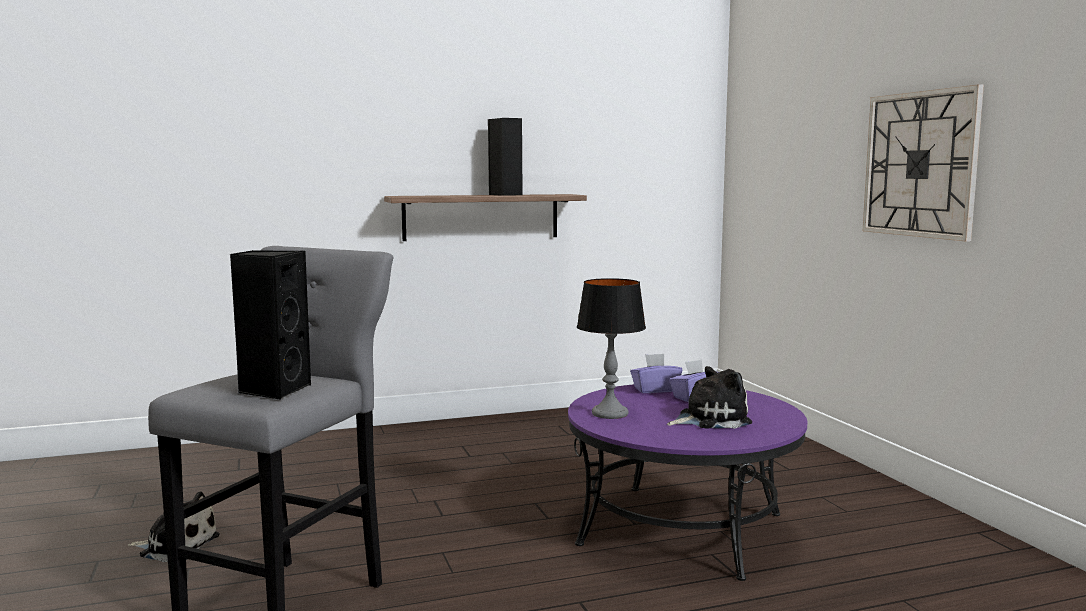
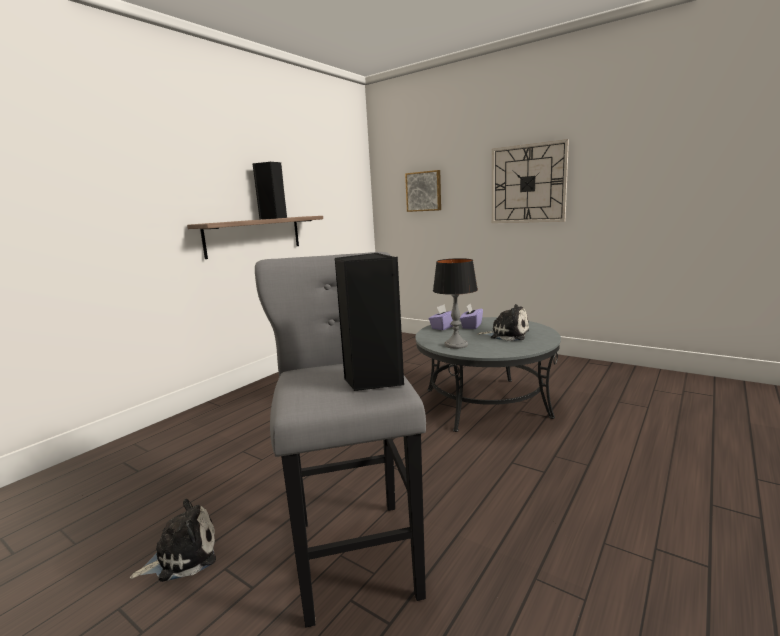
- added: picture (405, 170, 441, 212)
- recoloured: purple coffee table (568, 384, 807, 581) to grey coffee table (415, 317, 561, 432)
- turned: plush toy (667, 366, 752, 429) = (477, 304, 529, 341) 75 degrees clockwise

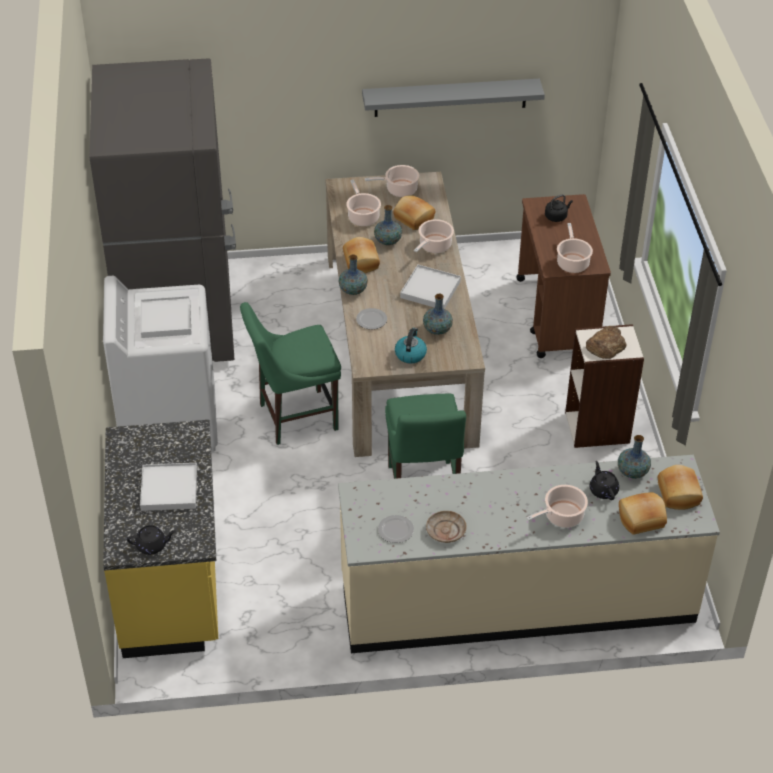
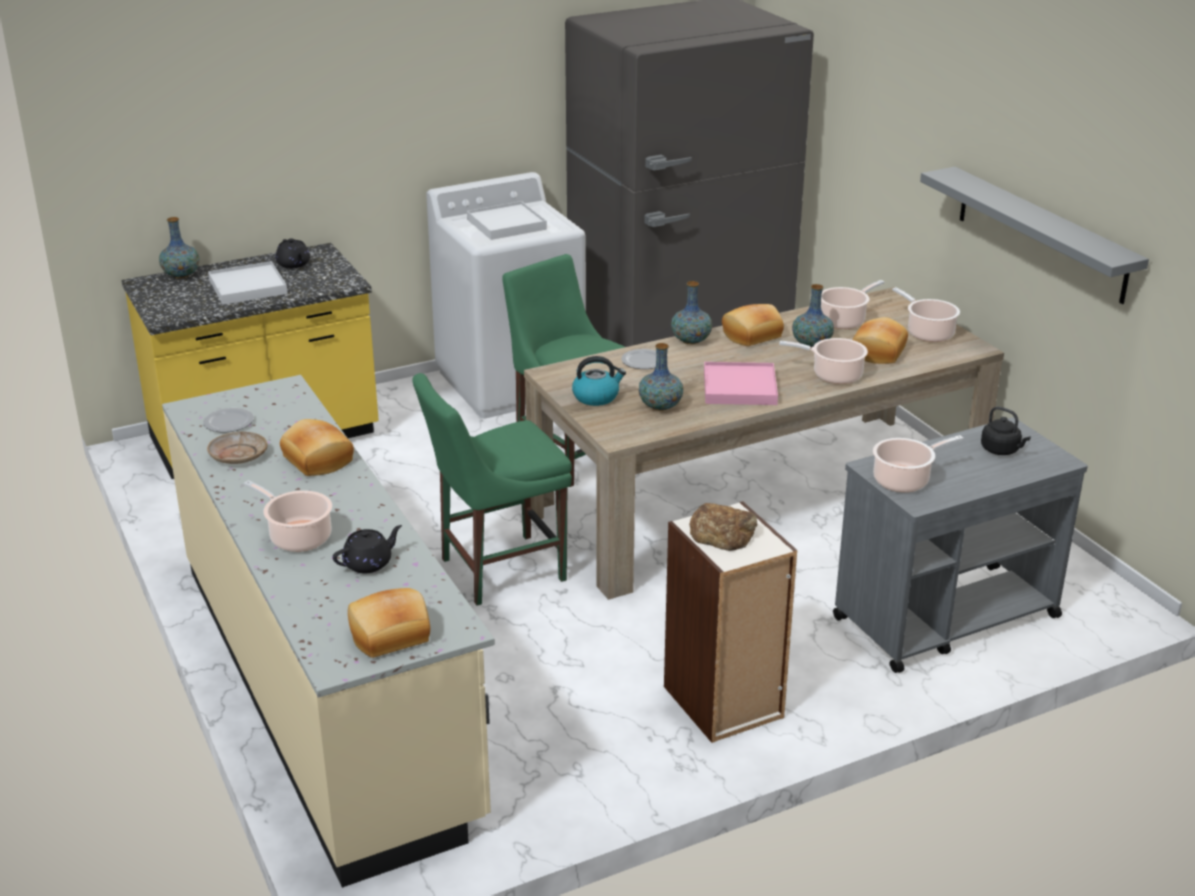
- moved: black teapot (127, 525, 176, 555) to (275, 238, 310, 269)
- moved: vase (618, 435, 651, 479) to (159, 217, 199, 278)
- moved: bread (619, 492, 667, 535) to (280, 419, 354, 476)
- recoloured: white tray (400, 265, 461, 309) to pink tray (704, 362, 778, 405)
- recoloured: brown cart (516, 194, 611, 358) to grey cart (833, 417, 1088, 673)

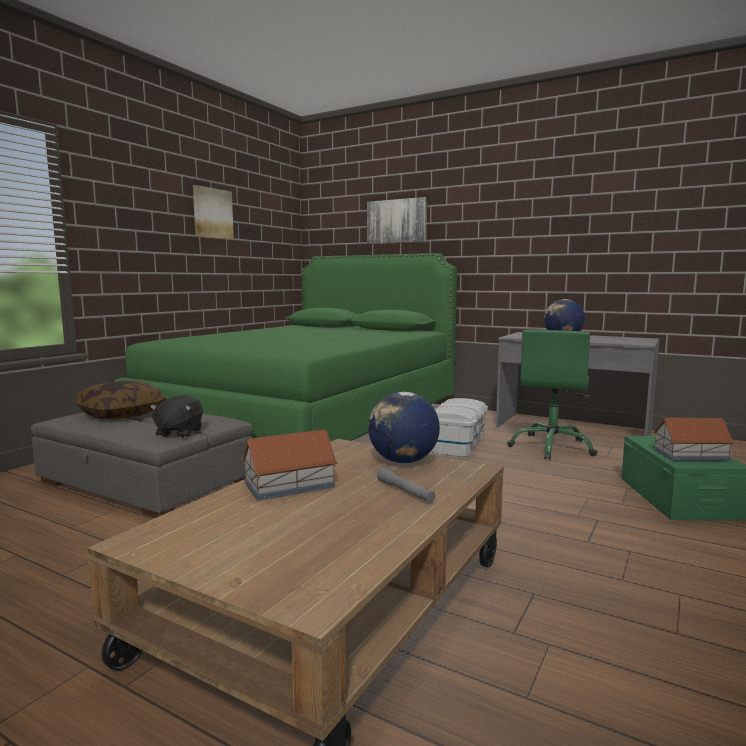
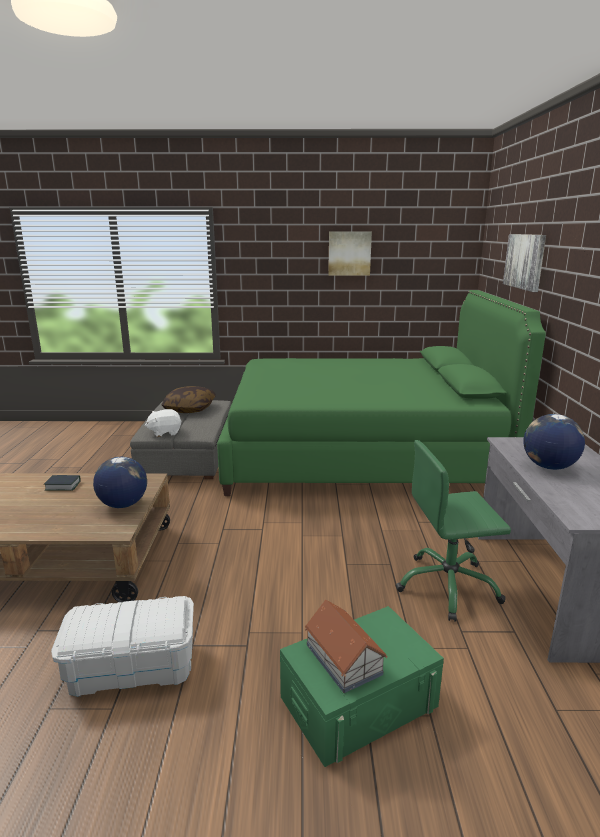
- removed: grey flashlight (377, 468, 436, 503)
- moved: white storage box (431, 398, 488, 457) to (51, 596, 194, 697)
- replaced: toy house (241, 429, 338, 501) to book (44, 475, 81, 491)
- recoloured: black plush toy (150, 395, 203, 438) to white plush toy (145, 409, 182, 437)

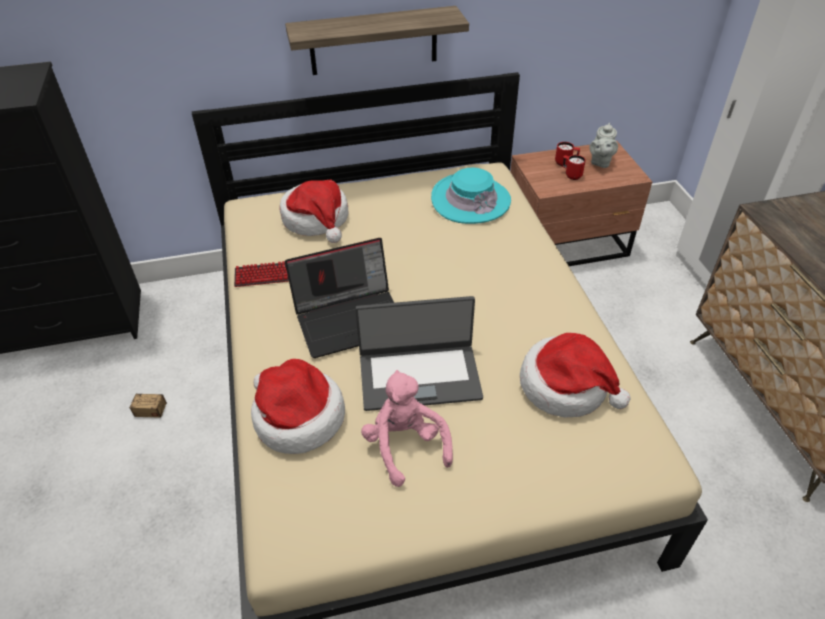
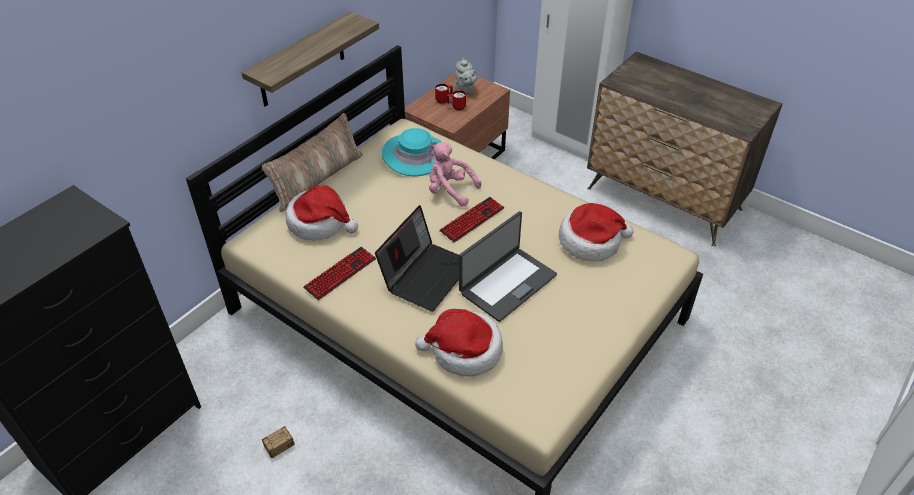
- added: pillow (262, 113, 362, 212)
- added: keyboard (439, 197, 504, 243)
- moved: pink plush toy (361, 370, 453, 487) to (429, 142, 481, 207)

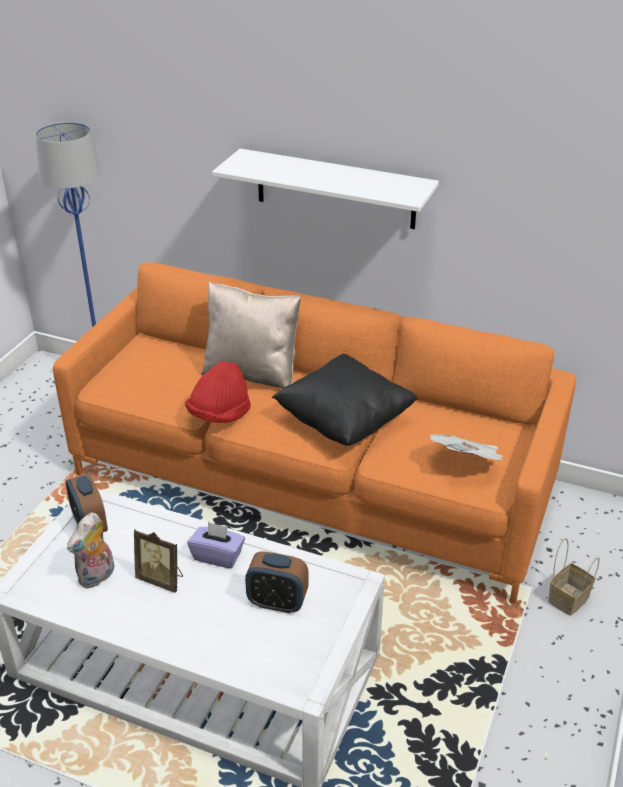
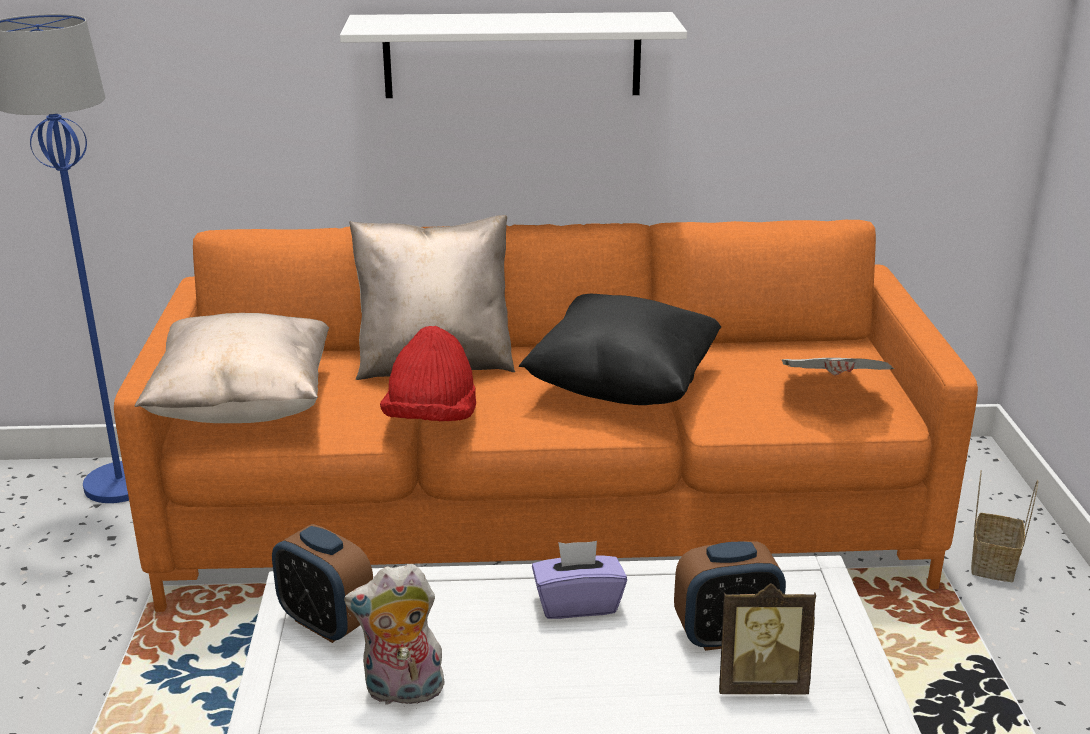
- added: beige pillow (134, 313, 329, 423)
- moved: picture frame (134, 529, 183, 593) to (719, 583, 816, 695)
- turned: plush toy (67, 513, 115, 588) = (344, 564, 446, 709) 75 degrees clockwise

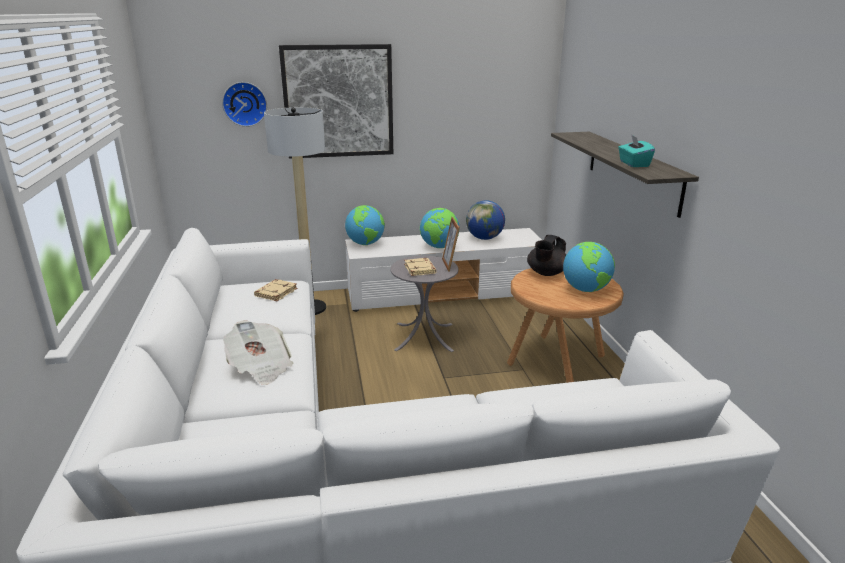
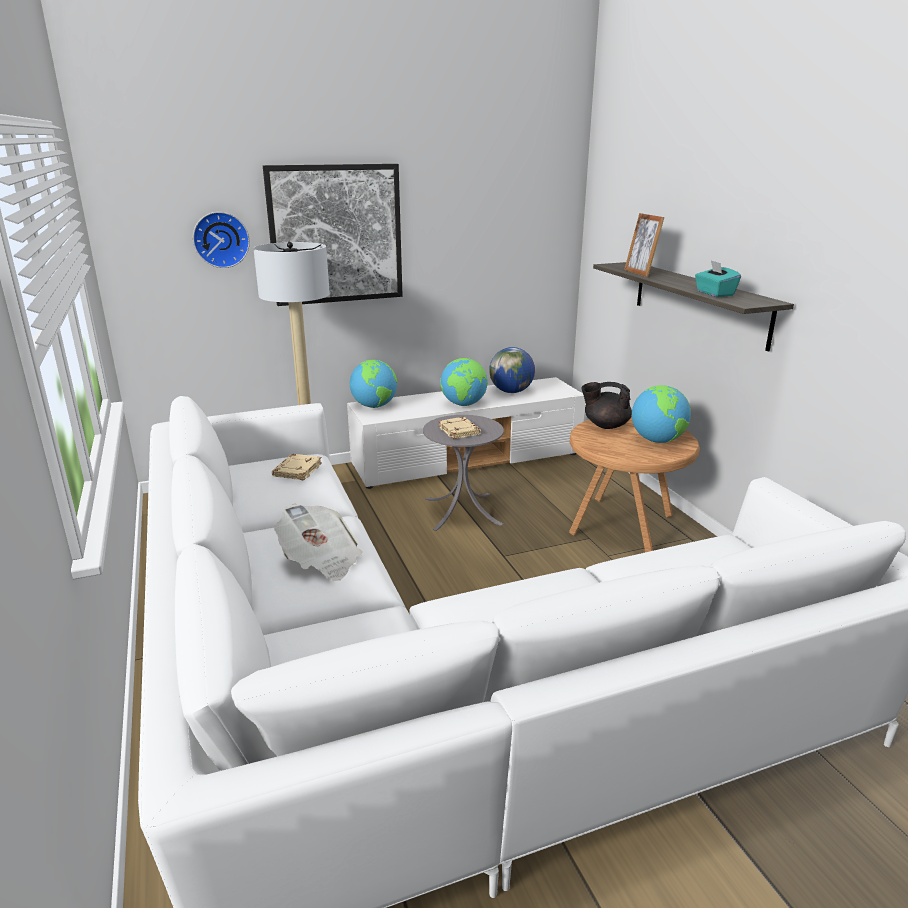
- moved: picture frame (442, 217, 460, 272) to (624, 213, 665, 277)
- turned: black teapot (527, 235, 566, 276) = (582, 382, 632, 429) 75 degrees clockwise

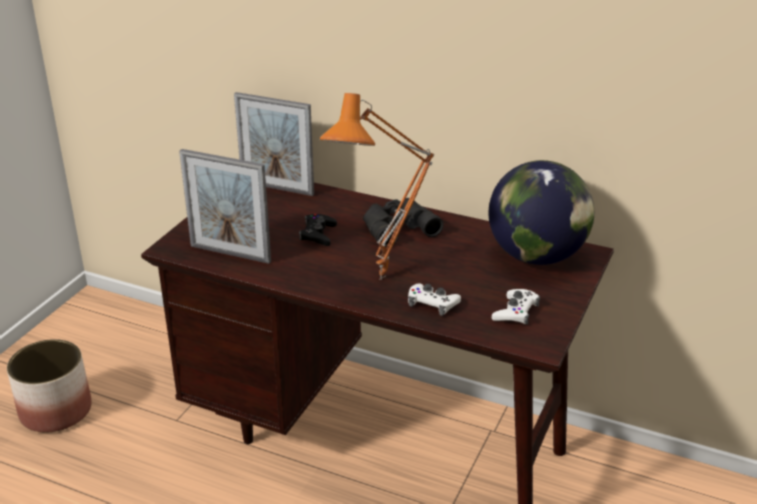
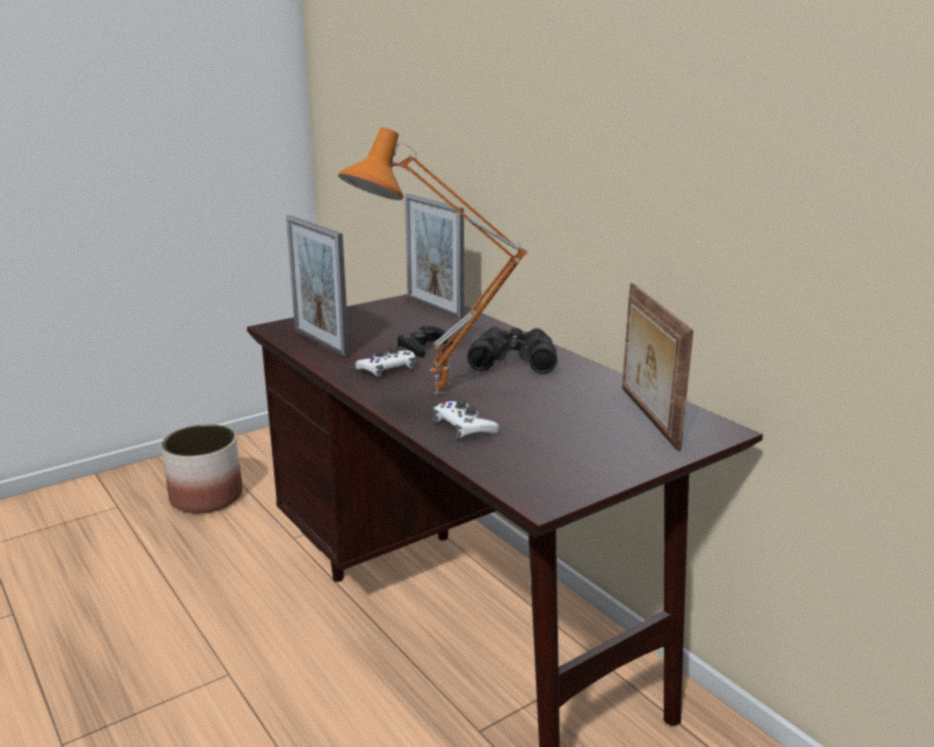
- moved: white game controller (492, 289, 540, 325) to (356, 347, 416, 378)
- replaced: globe (489, 160, 594, 265) to picture frame (622, 283, 694, 451)

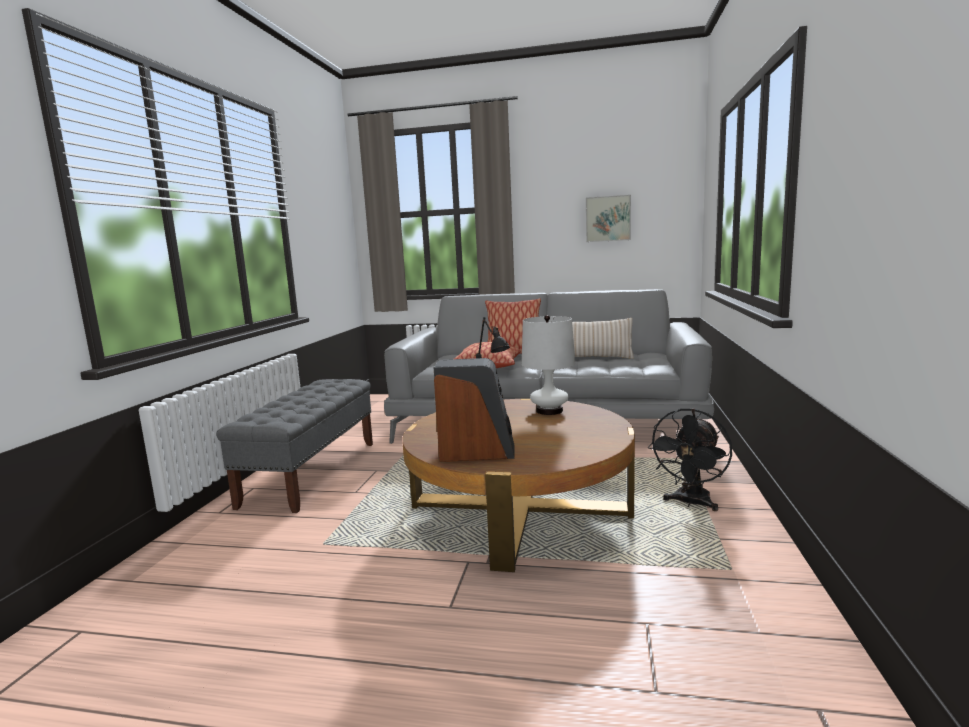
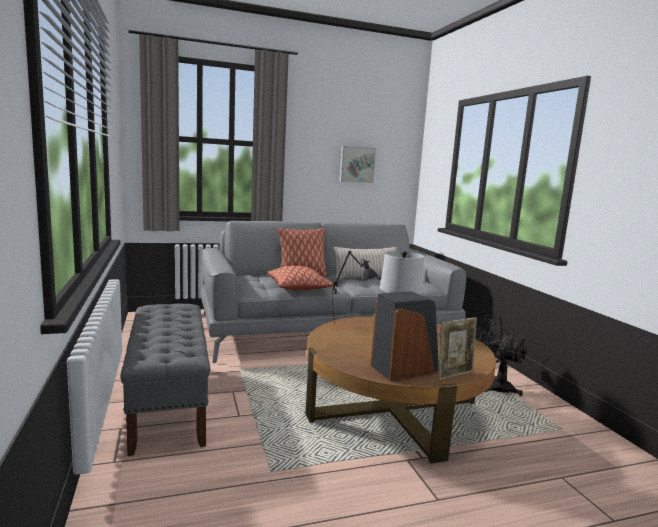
- added: picture frame (438, 317, 477, 380)
- turned: black fan (648, 408, 732, 511) = (476, 315, 528, 396) 120 degrees clockwise

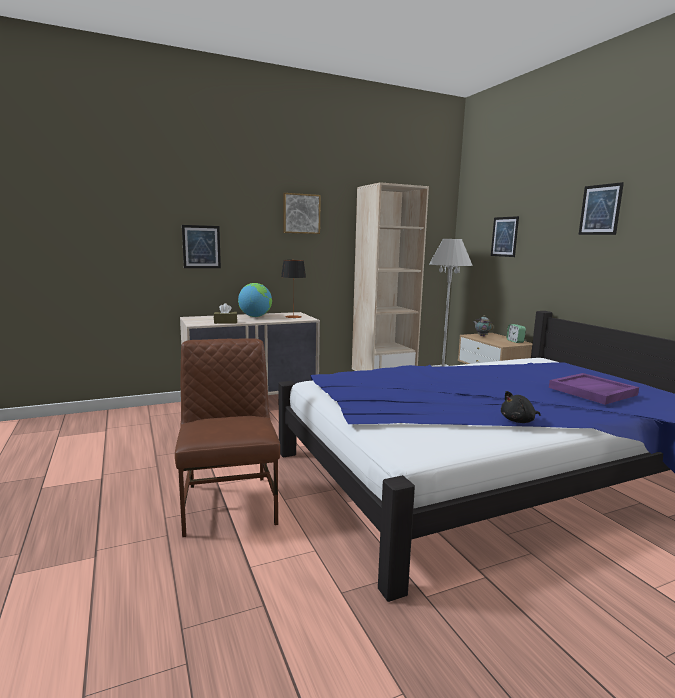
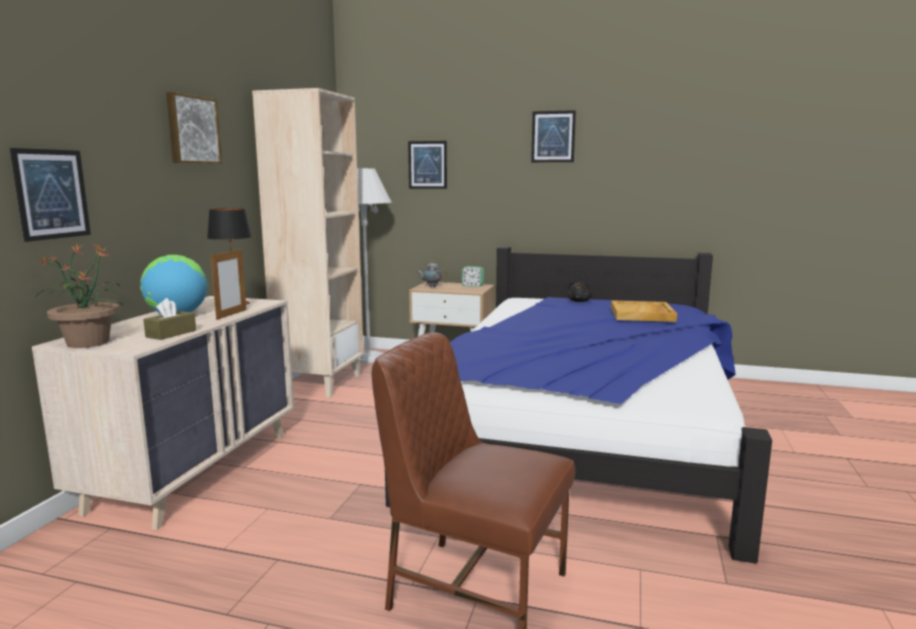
- added: potted plant (36, 243, 123, 348)
- added: picture frame (211, 249, 247, 320)
- moved: black plush toy (501, 391, 541, 423) to (568, 282, 592, 302)
- recoloured: purple tray (549, 373, 639, 405) to beige tray (611, 300, 677, 322)

